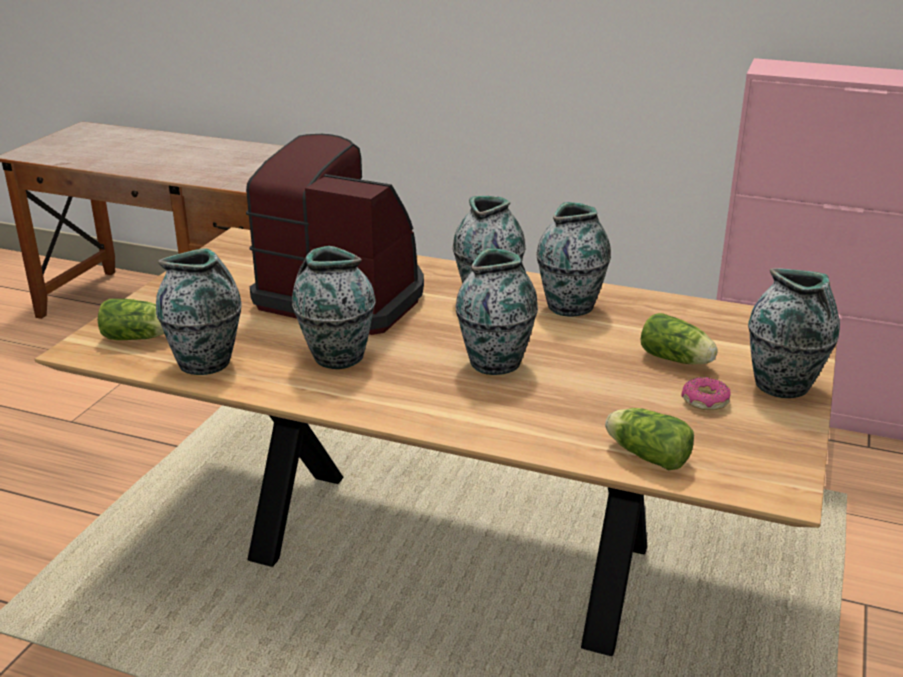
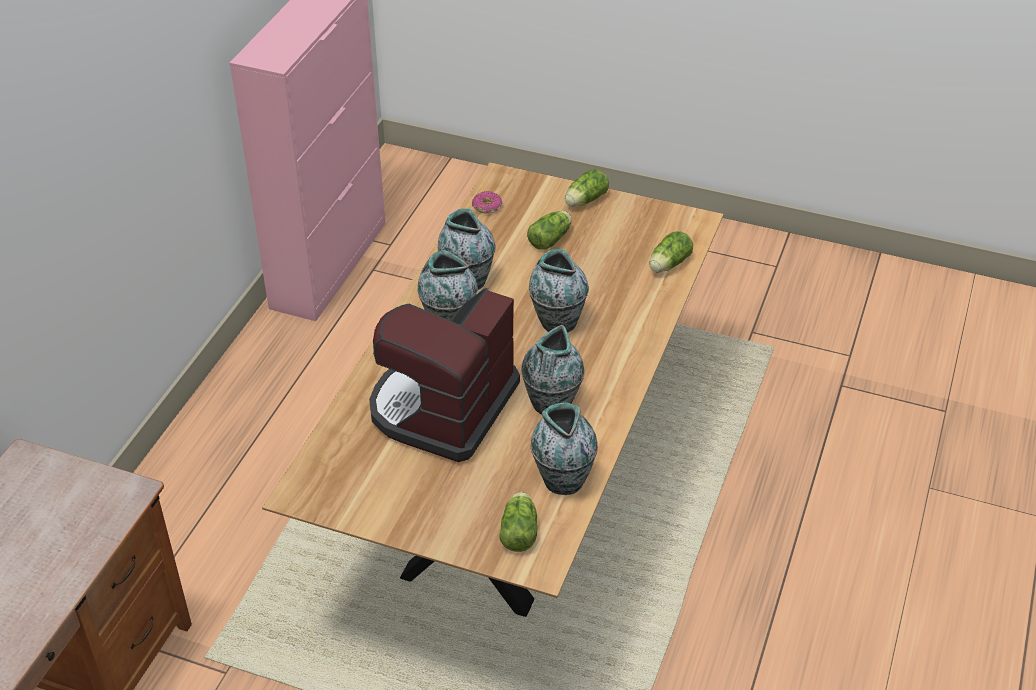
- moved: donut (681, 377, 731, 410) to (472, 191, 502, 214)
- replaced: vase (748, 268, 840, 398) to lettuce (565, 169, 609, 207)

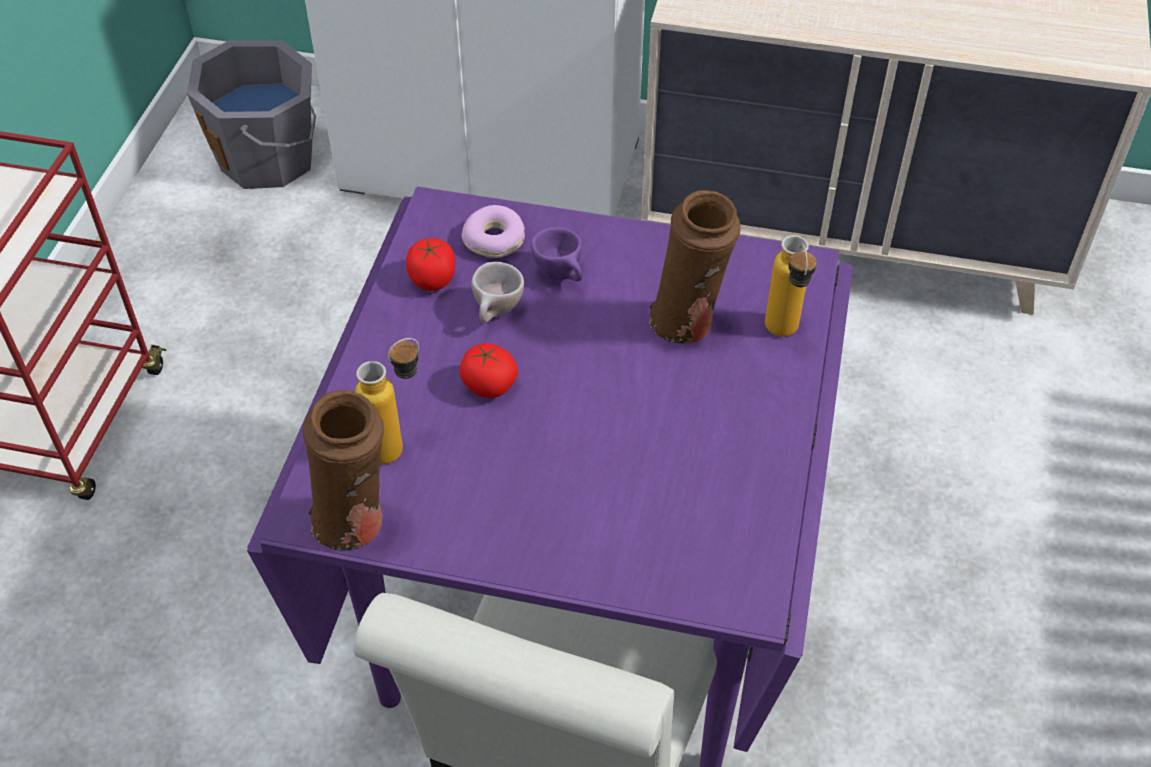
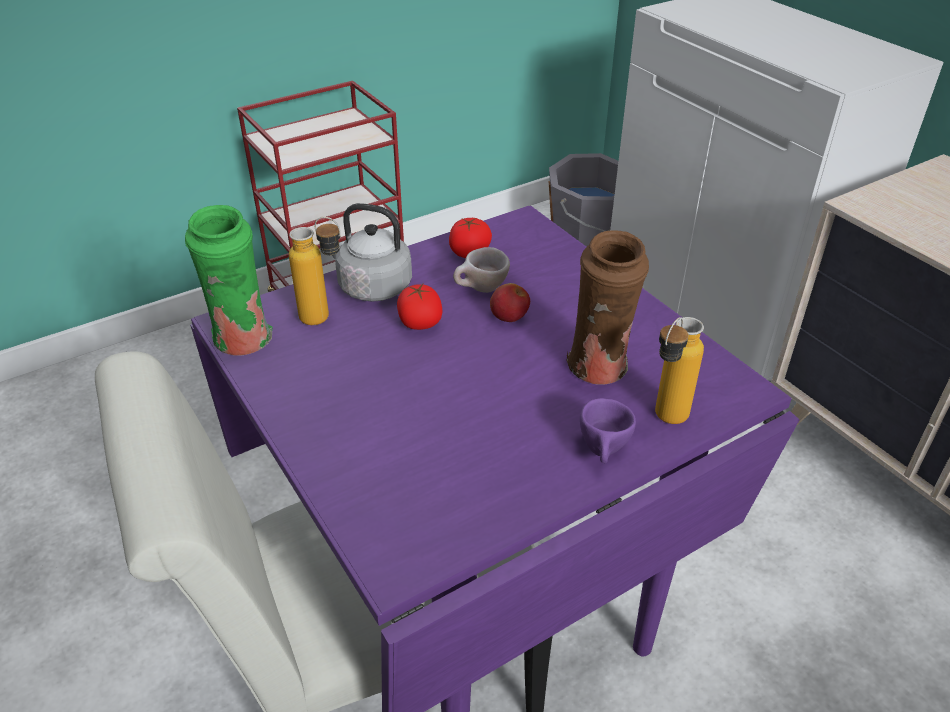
- removed: donut (462, 205, 525, 258)
- added: grey kettle (332, 203, 412, 302)
- added: apple (490, 283, 530, 322)
- moved: purple cup (531, 227, 583, 281) to (580, 398, 636, 463)
- recoloured: brown vase (303, 390, 384, 550) to green vase (185, 205, 272, 356)

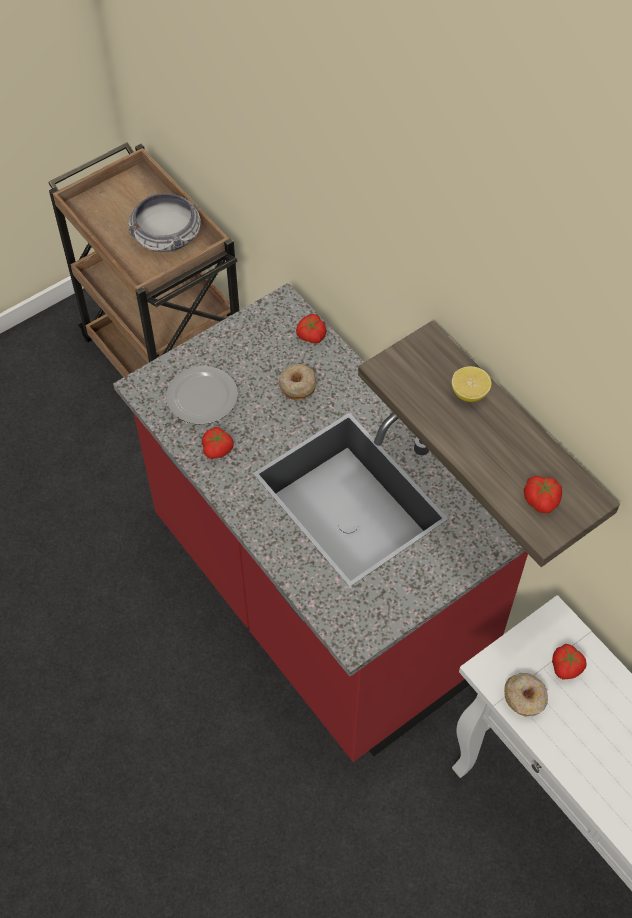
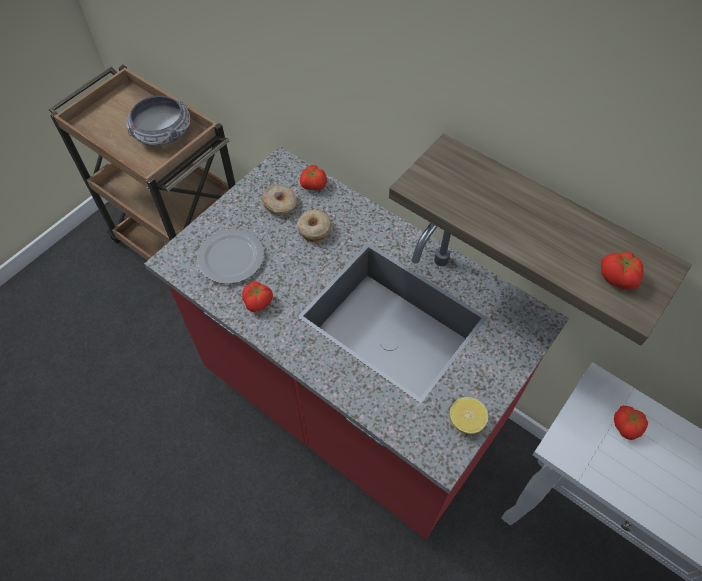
- moved: lemon (452, 366, 492, 402) to (450, 397, 488, 434)
- moved: donut (504, 673, 548, 717) to (261, 185, 297, 216)

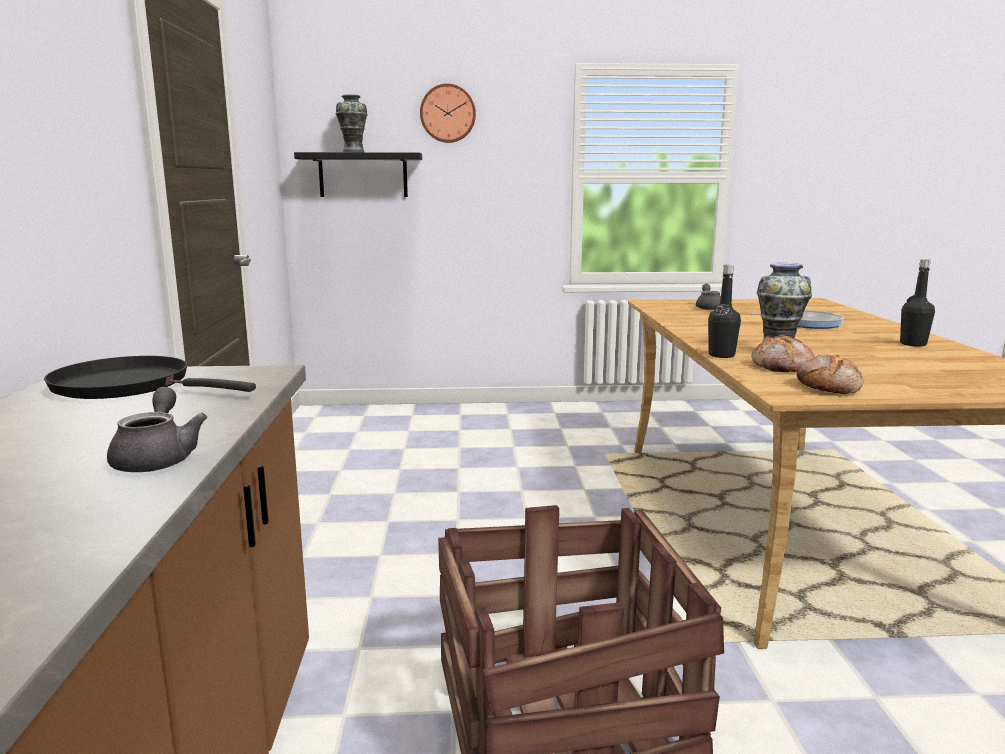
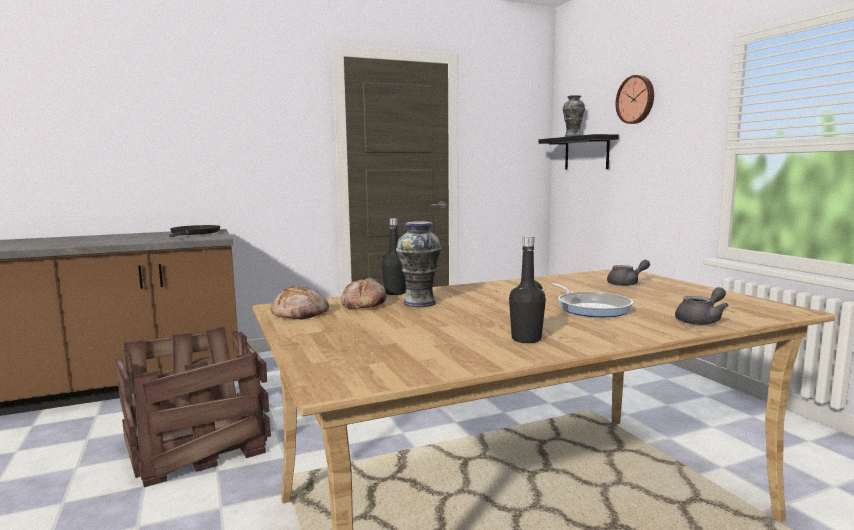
- moved: grey teapot (107, 387, 207, 472) to (675, 287, 729, 325)

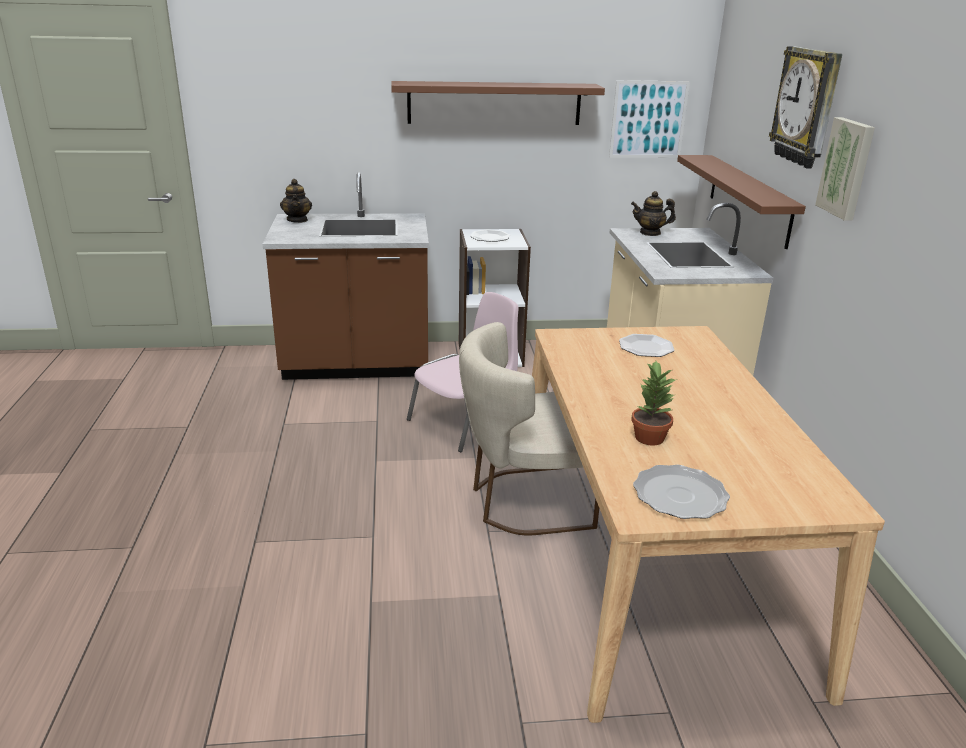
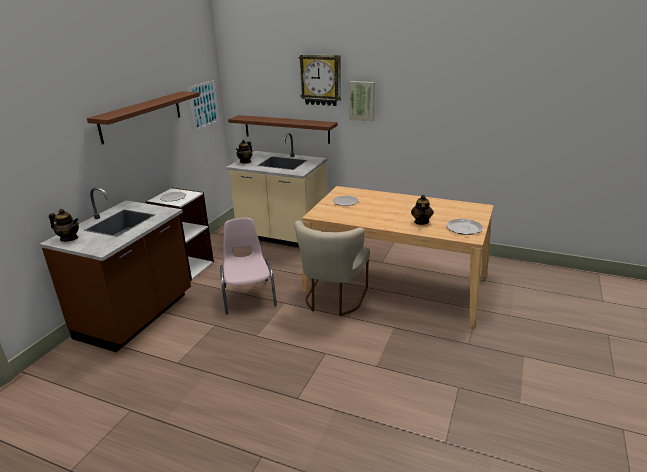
- replaced: potted plant (632, 361, 677, 446) to teapot (411, 195, 434, 225)

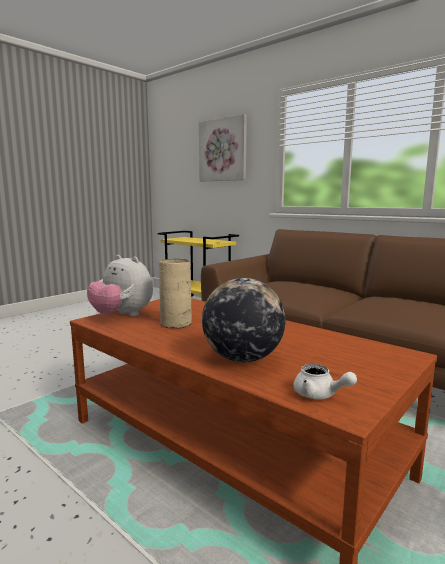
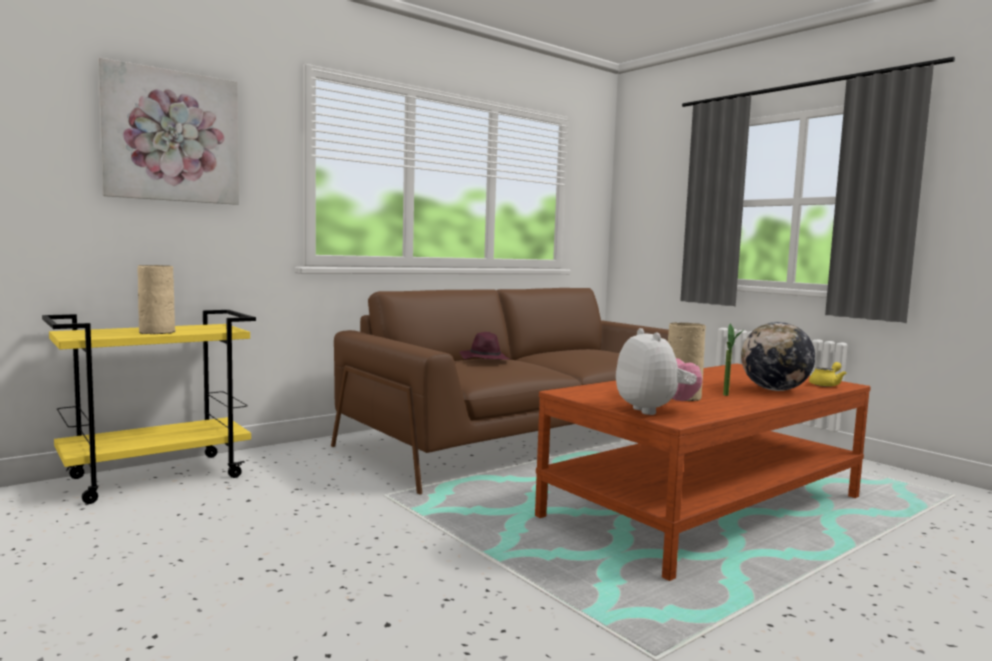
- added: beige vase (137, 265, 175, 334)
- added: purple hat (459, 332, 510, 360)
- added: potted plant (723, 324, 742, 396)
- recoloured: white teapot (294, 364, 357, 399) to yellow teapot (809, 362, 847, 387)
- turned: plush toy (87, 255, 153, 316) = (616, 328, 702, 415) 60 degrees counterclockwise

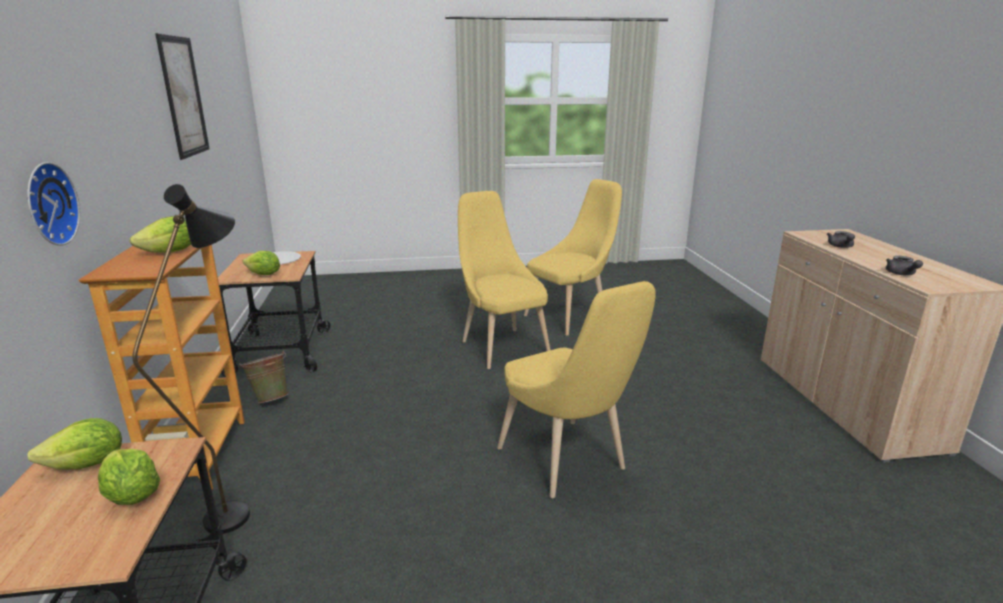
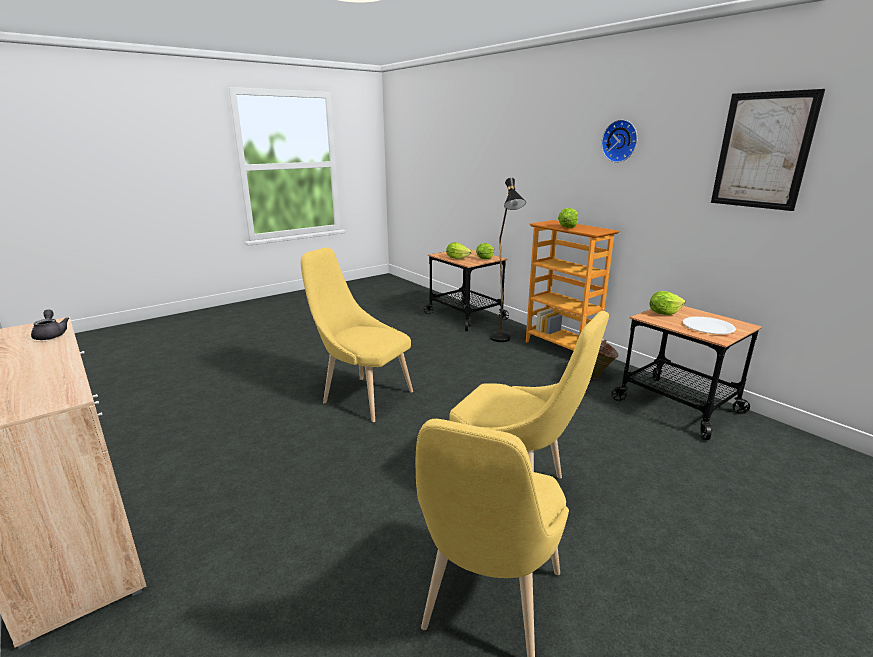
- removed: grey teapot (827, 231, 855, 248)
- moved: wall clock (27, 162, 80, 246) to (601, 119, 638, 163)

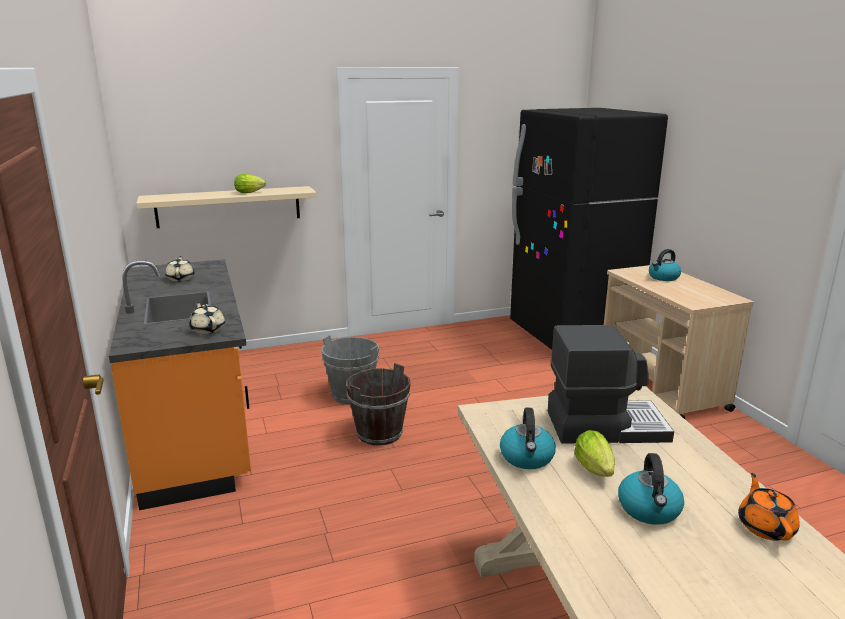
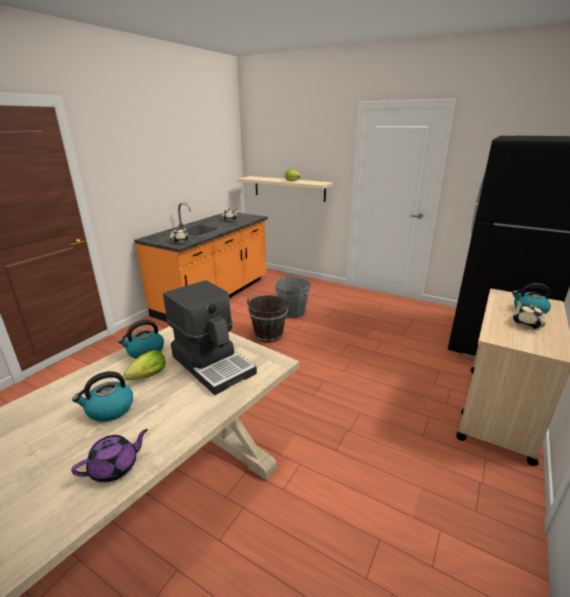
- added: beige teapot (513, 299, 546, 329)
- recoloured: orange teapot (738, 473, 800, 541) to purple teapot (71, 429, 148, 483)

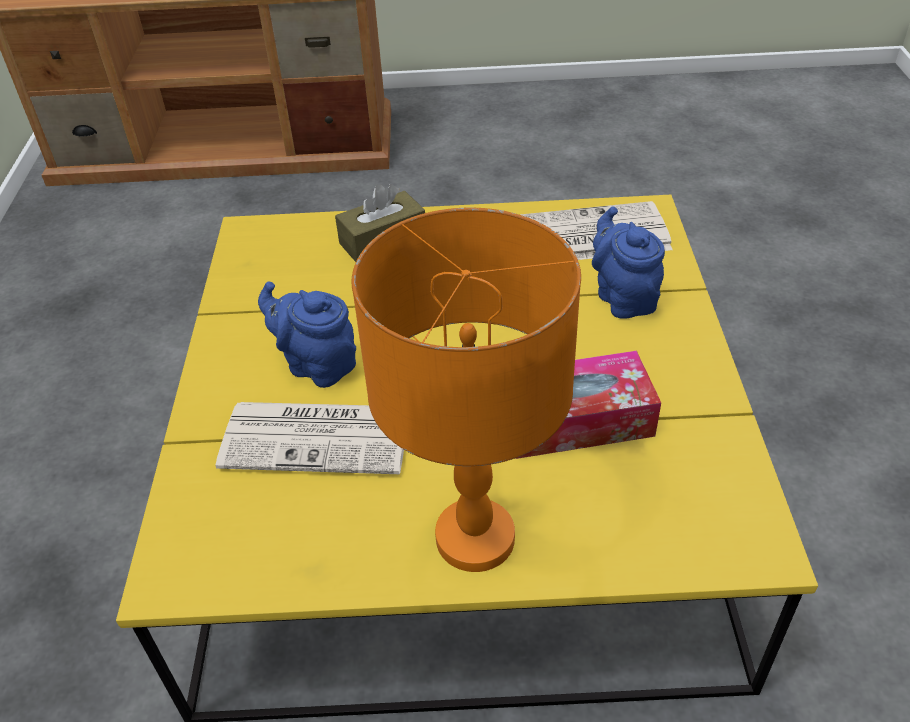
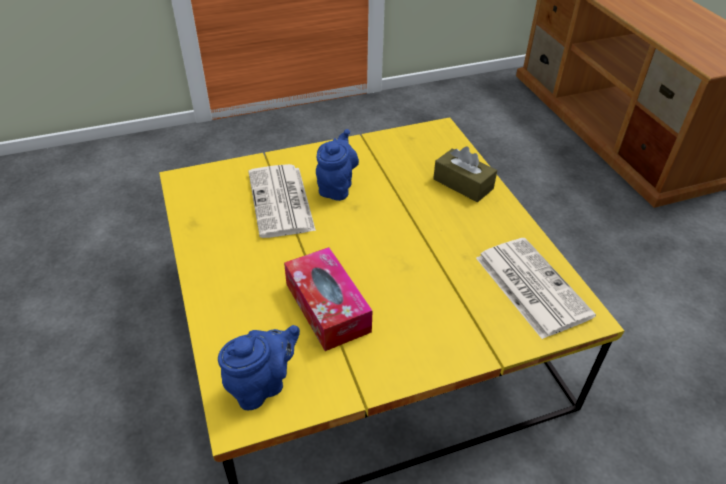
- removed: orange table lamp (351, 208, 581, 572)
- moved: blue teapot (592, 206, 665, 319) to (218, 325, 300, 410)

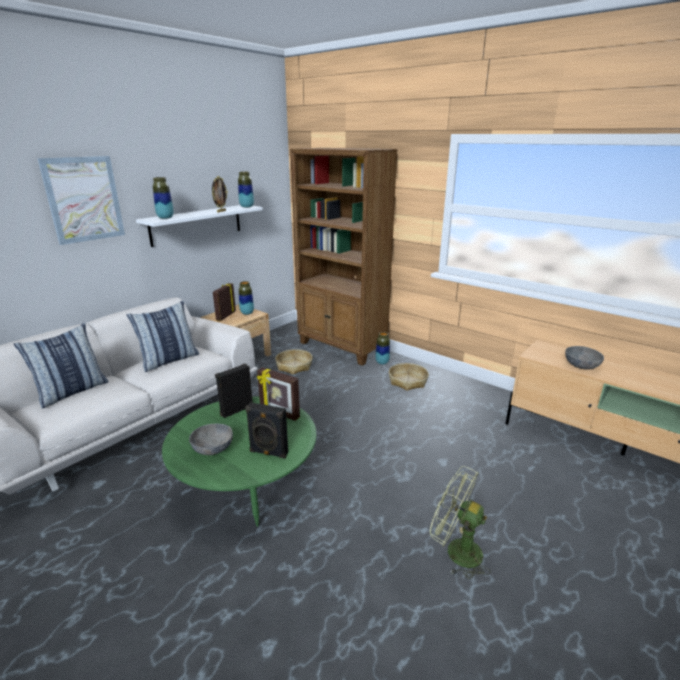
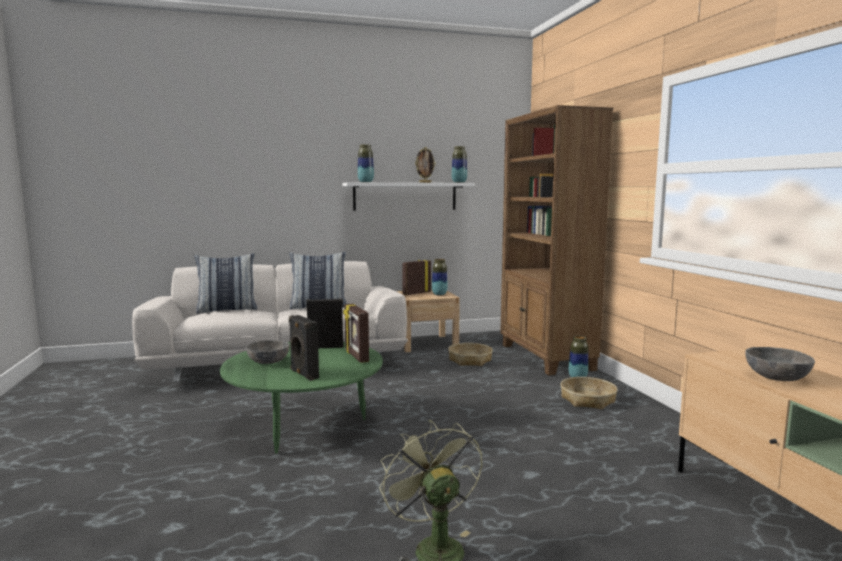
- removed: picture (37, 156, 125, 245)

